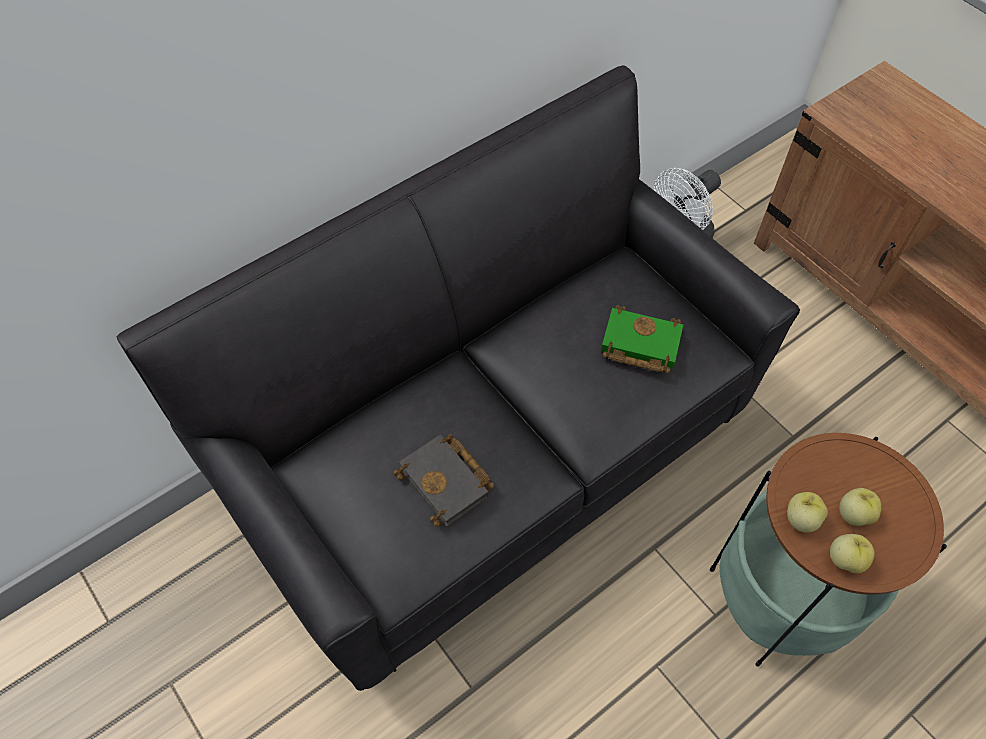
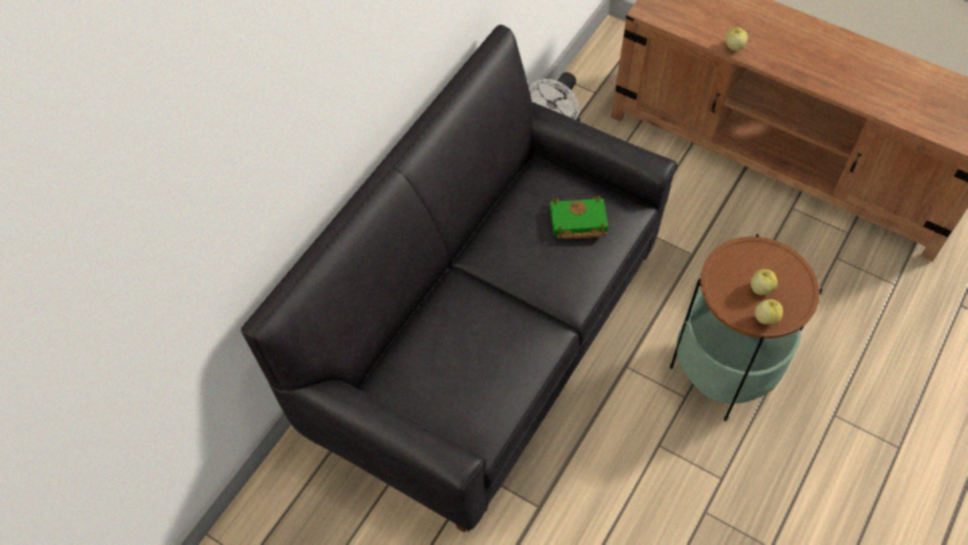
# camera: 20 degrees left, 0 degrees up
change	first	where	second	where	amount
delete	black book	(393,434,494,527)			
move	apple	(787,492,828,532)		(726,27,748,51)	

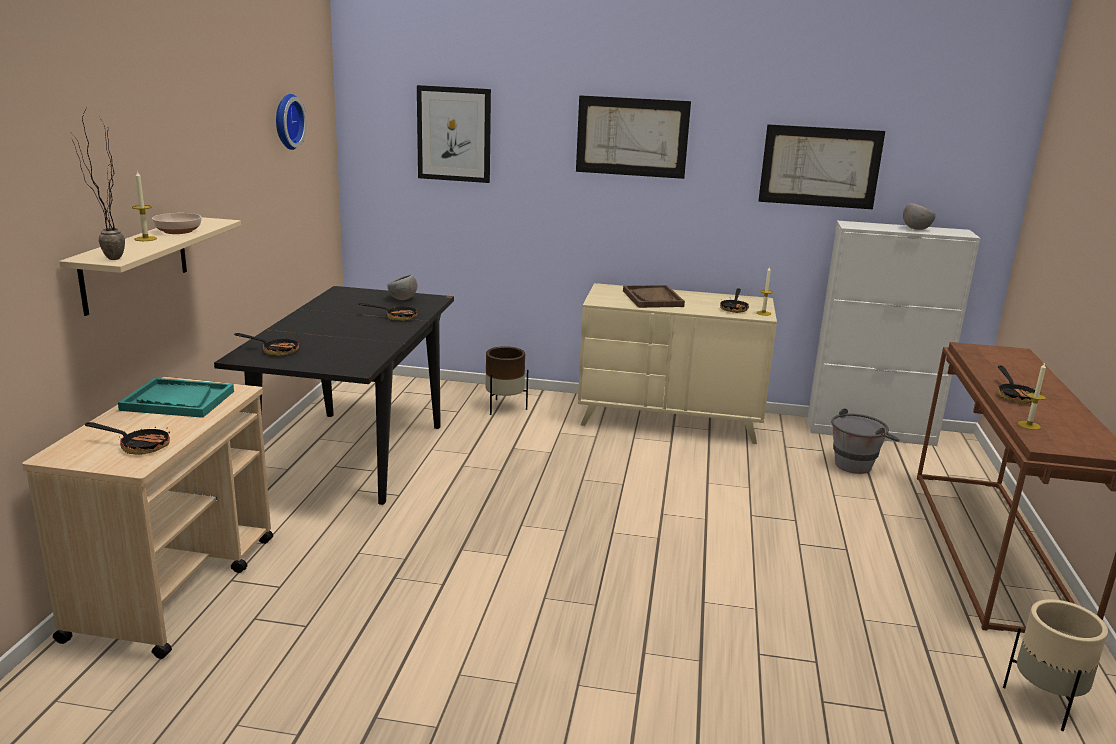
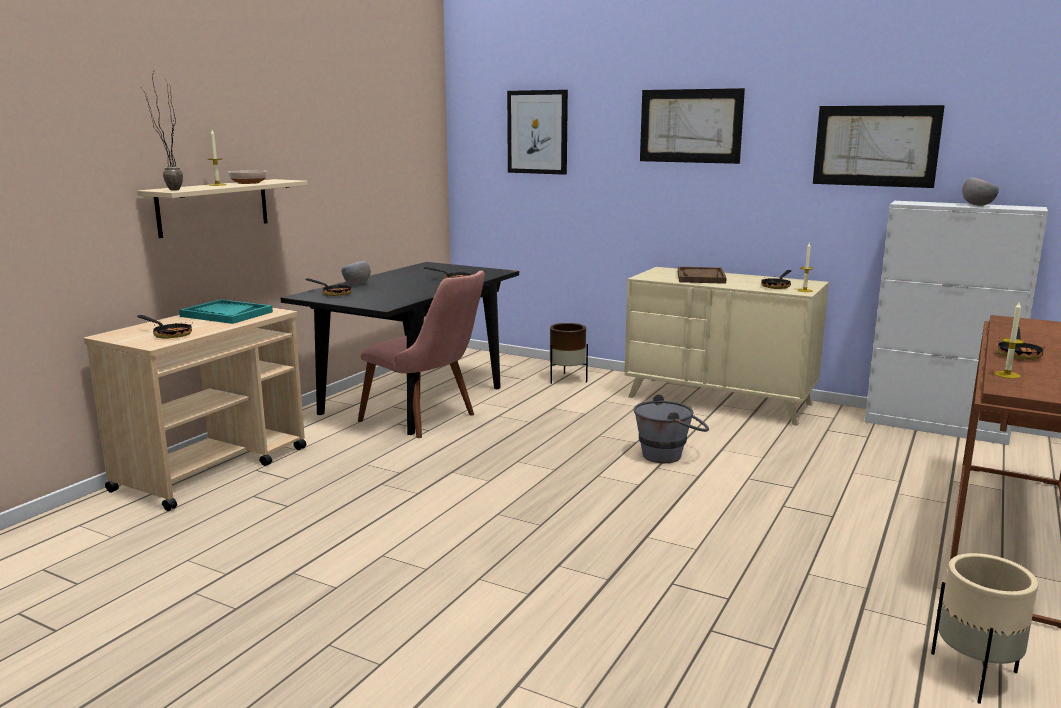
# camera: 20 degrees right, 5 degrees down
change	first	where	second	where	amount
delete	wall clock	(276,94,307,150)			
move	grey bowl	(387,274,417,300)		(341,261,371,285)	
move	grey bucket	(831,408,900,474)		(634,394,709,463)	
insert			pink chair	(358,270,485,438)	

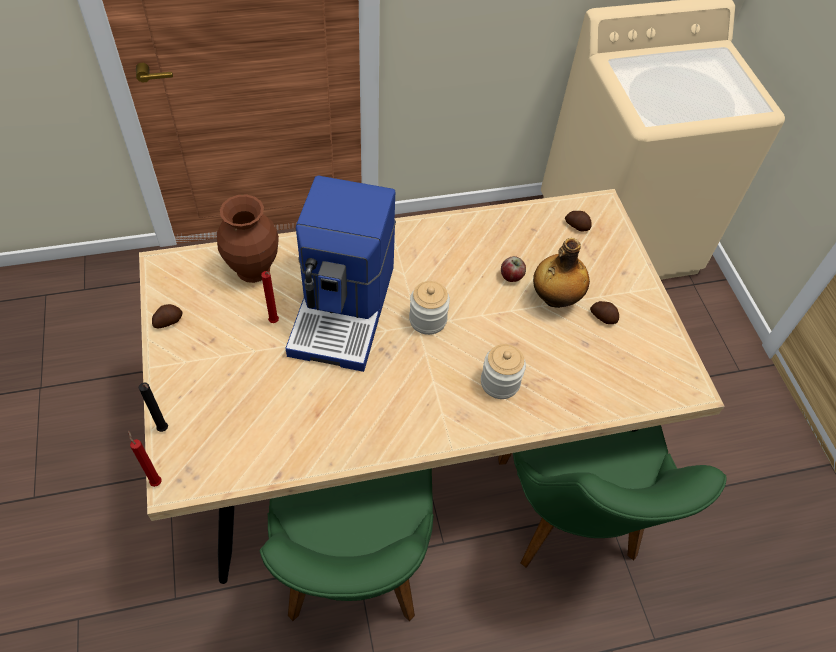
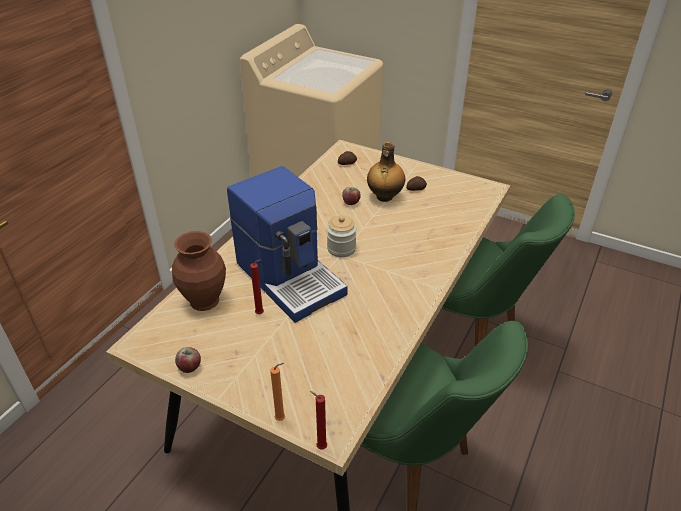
# camera: 45 degrees left, 15 degrees down
change	first	where	second	where	amount
recolor	black candle	(139,383,168,432)	orange candle	(270,363,285,421)	
replace	potato	(152,304,182,329)	apple	(175,347,201,373)	
delete	jar	(481,344,526,399)			

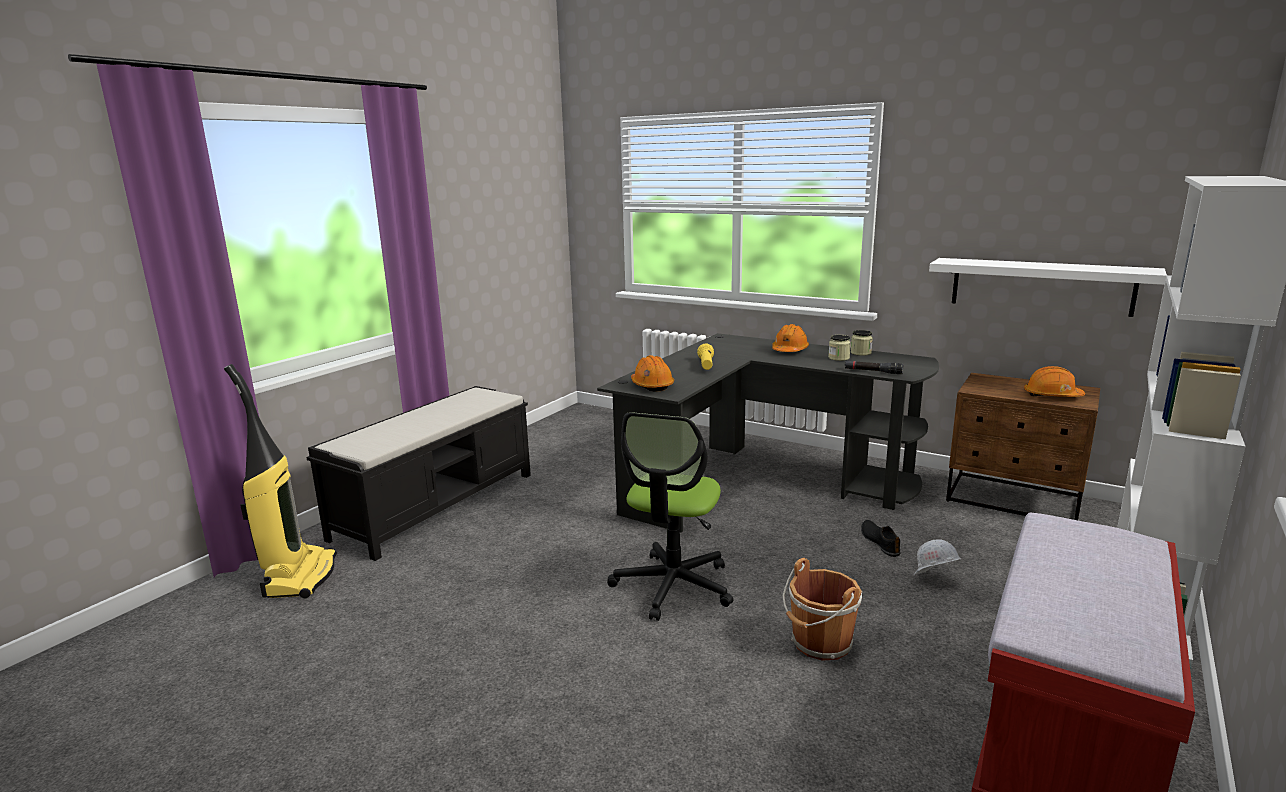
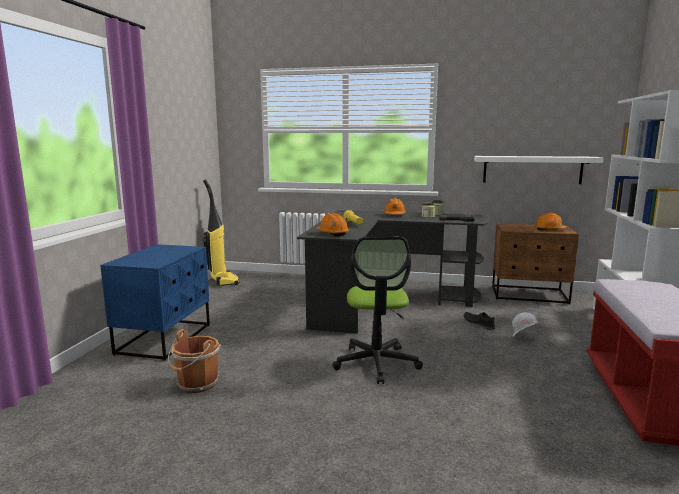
# camera: 20 degrees left, 5 degrees down
change	first	where	second	where	amount
move	vacuum cleaner	(224,364,337,598)		(203,179,239,286)	
replace	black bench	(306,386,531,561)	blue nightstand	(100,244,210,361)	
move	brown bucket	(782,558,862,661)		(168,329,221,393)	

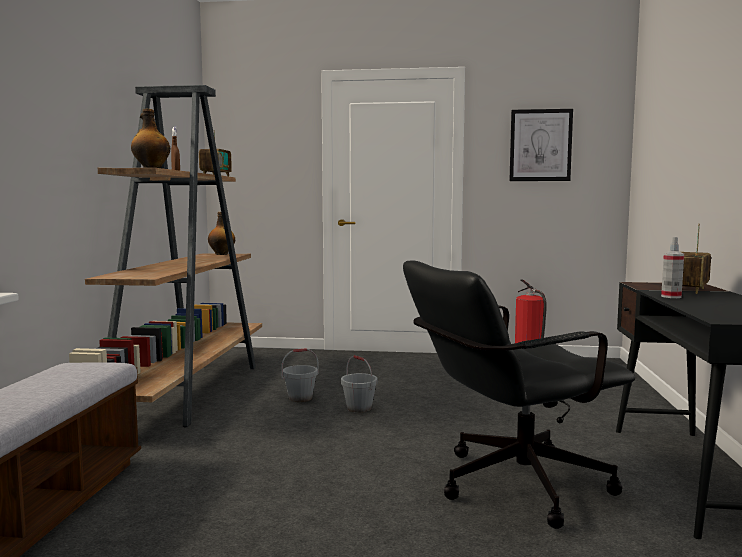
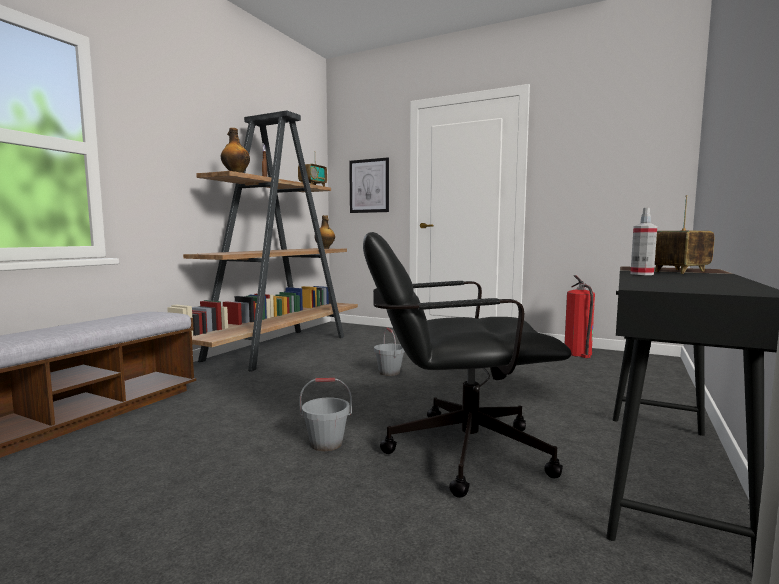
# camera: 20 degrees right, 0 degrees up
change	first	where	second	where	amount
move	grey bucket	(281,348,319,402)		(299,378,352,451)	
move	picture	(509,109,573,181)		(349,157,389,213)	

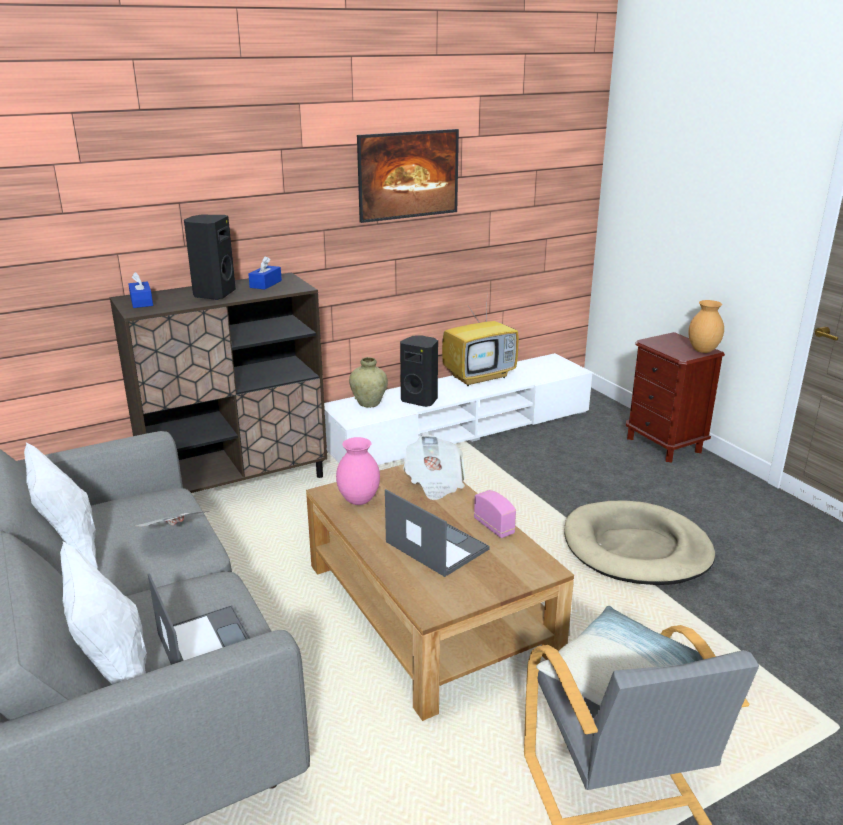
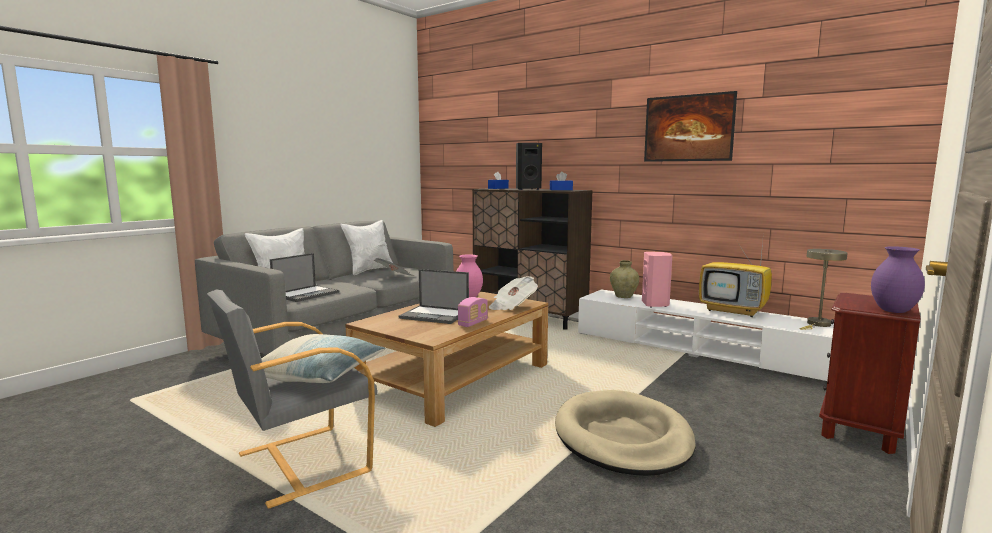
# camera: 65 degrees right, 15 degrees down
change	first	where	second	where	amount
rotate	laptop	(385,489,490,577)		(399,269,469,324)	90 degrees clockwise
recolor	black speaker	(400,335,438,407)	pink speaker	(642,252,672,307)	
recolor	brown vase	(688,300,724,353)	purple vase	(871,246,925,313)	
insert			beige table lamp	(800,249,848,330)	

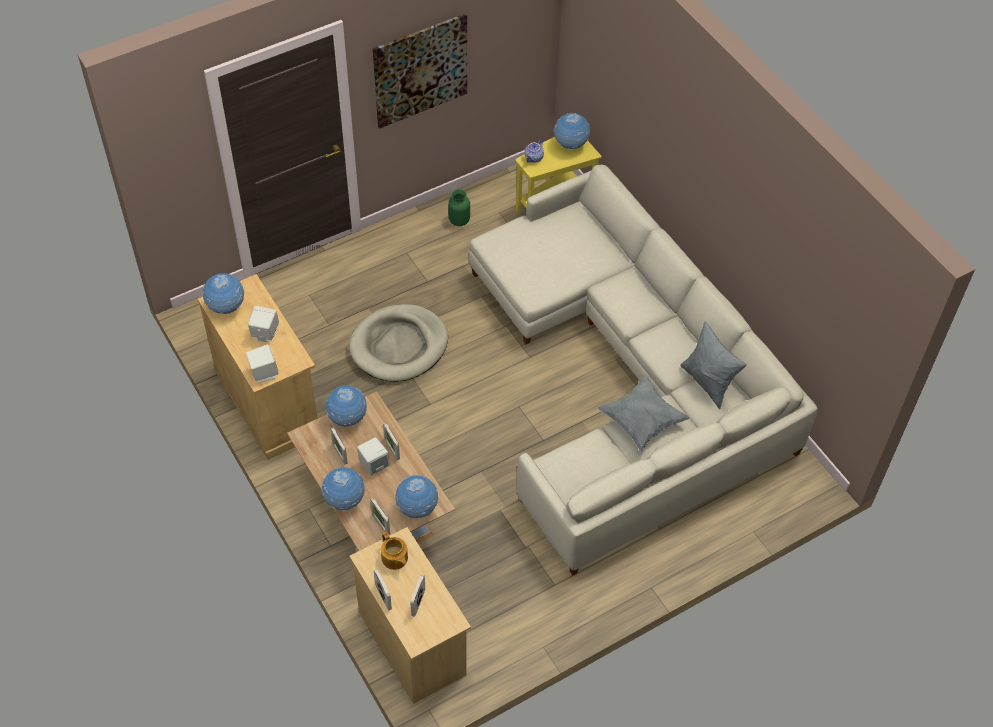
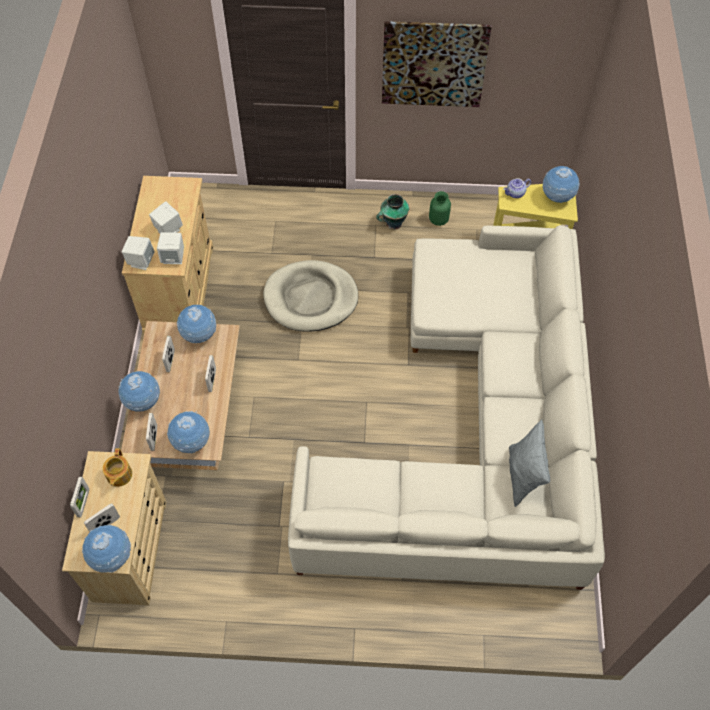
# camera: 35 degrees right, 5 degrees up
change	first	where	second	where	amount
move	globe	(203,273,244,314)		(82,525,131,573)	
move	beige speaker	(357,437,390,476)		(157,232,184,264)	
delete	grey pillow	(598,377,690,451)			
insert			vase	(376,194,409,230)	

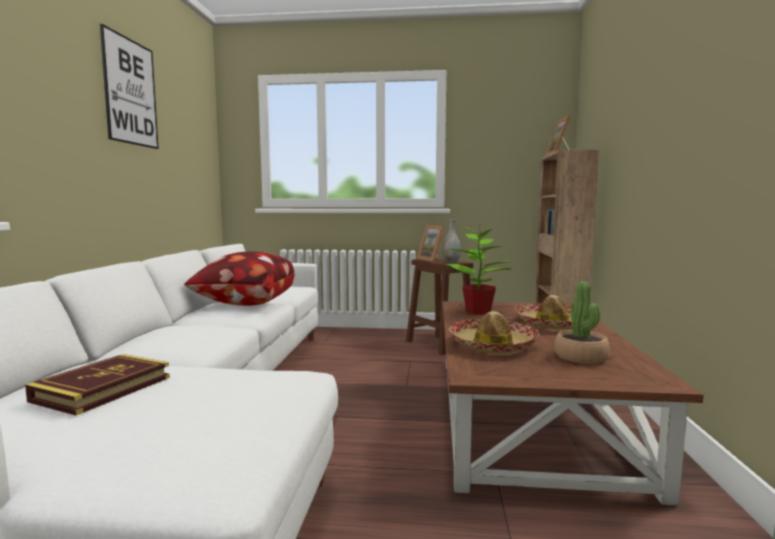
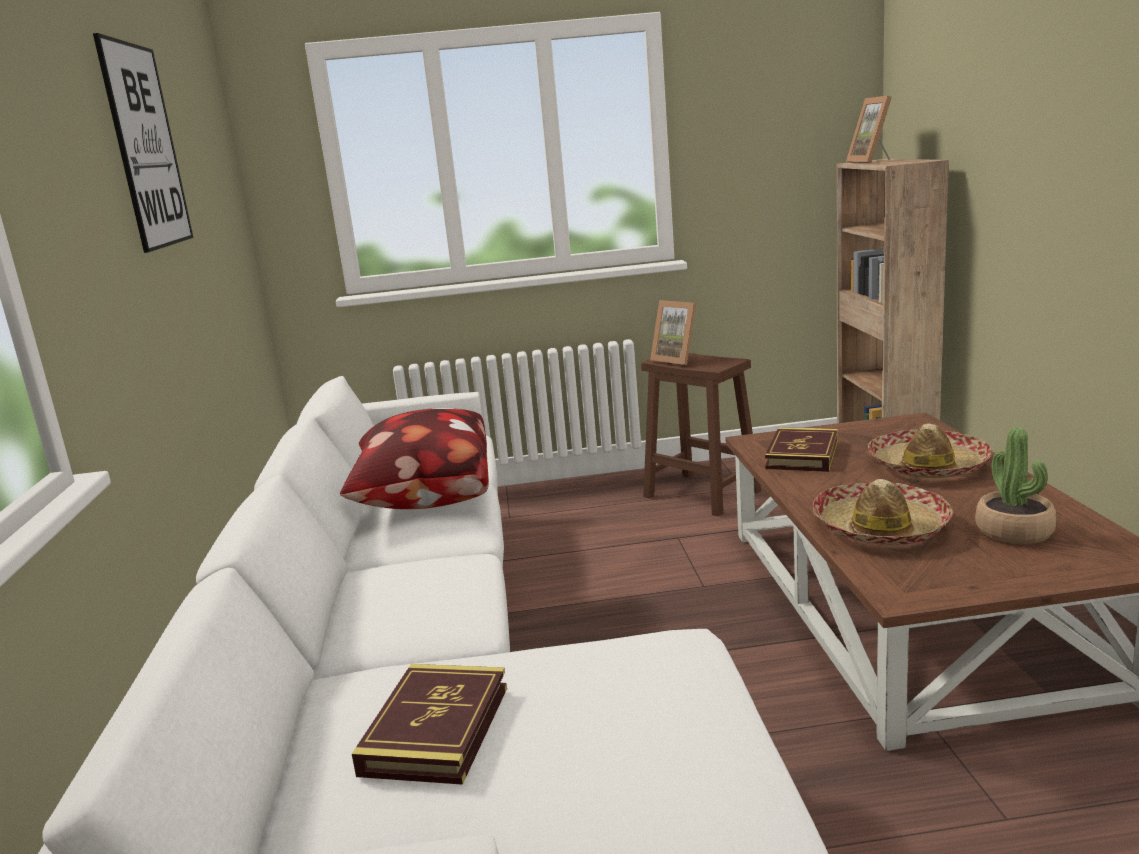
# camera: 10 degrees left, 10 degrees up
change	first	where	second	where	amount
delete	grey vase	(442,219,461,263)			
replace	potted plant	(446,223,512,315)	book	(765,427,838,472)	

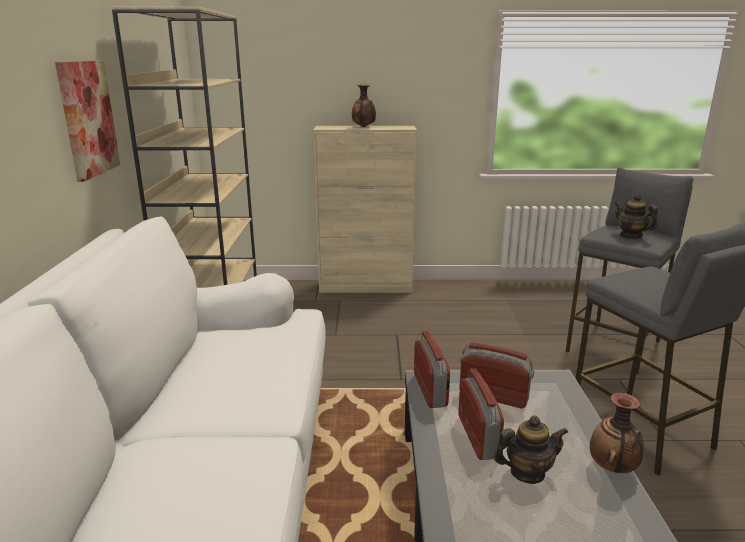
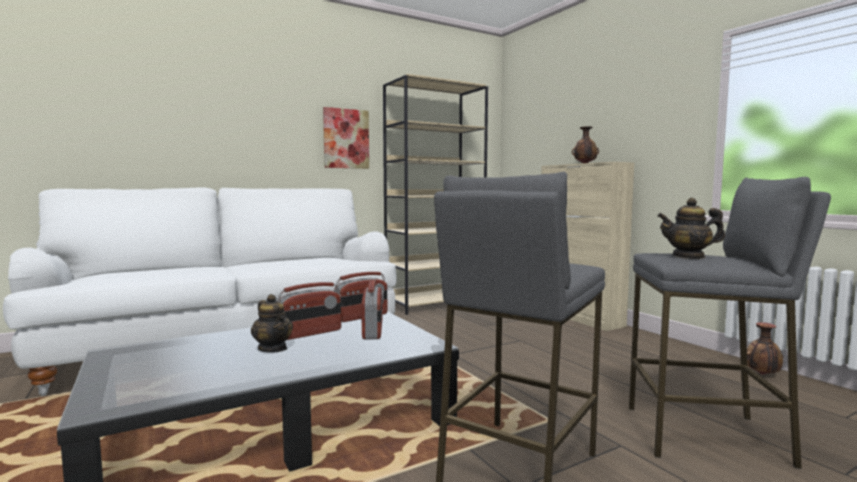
# camera: 60 degrees right, 15 degrees down
change	first	where	second	where	amount
move	vase	(590,393,643,473)		(747,322,783,375)	
rotate	teapot	(614,194,658,239)		(657,198,725,259)	105 degrees counterclockwise

